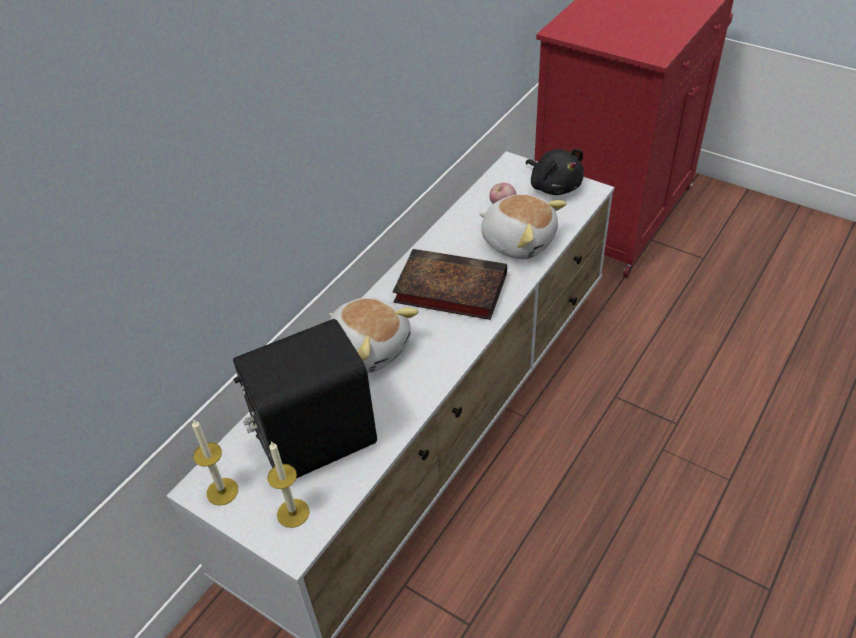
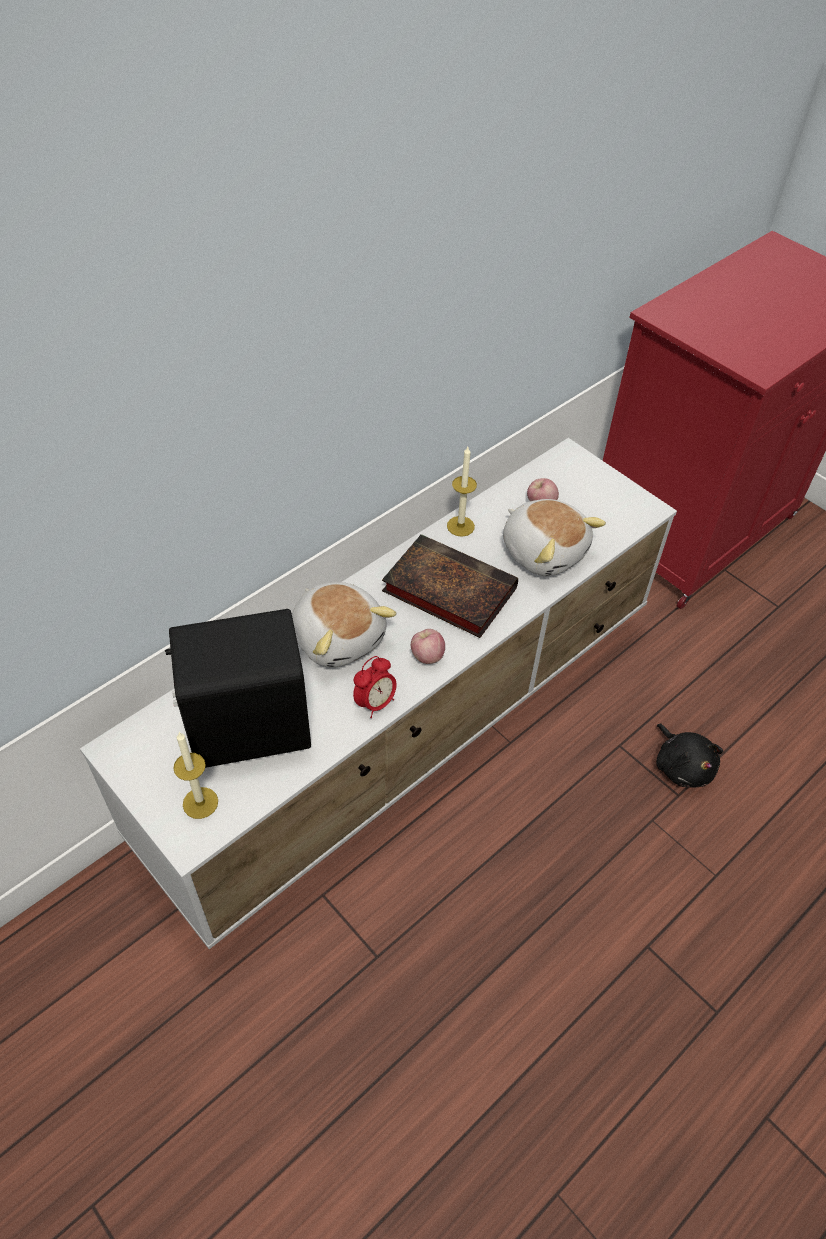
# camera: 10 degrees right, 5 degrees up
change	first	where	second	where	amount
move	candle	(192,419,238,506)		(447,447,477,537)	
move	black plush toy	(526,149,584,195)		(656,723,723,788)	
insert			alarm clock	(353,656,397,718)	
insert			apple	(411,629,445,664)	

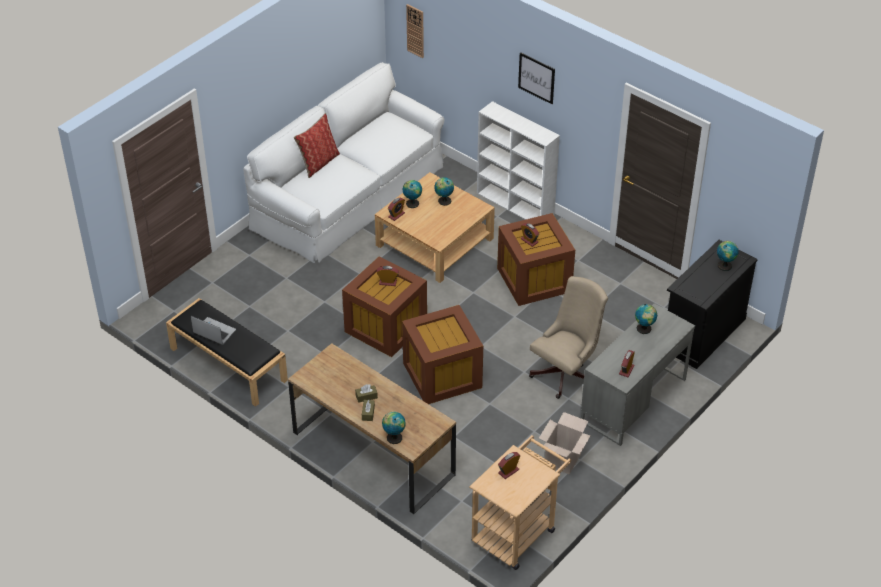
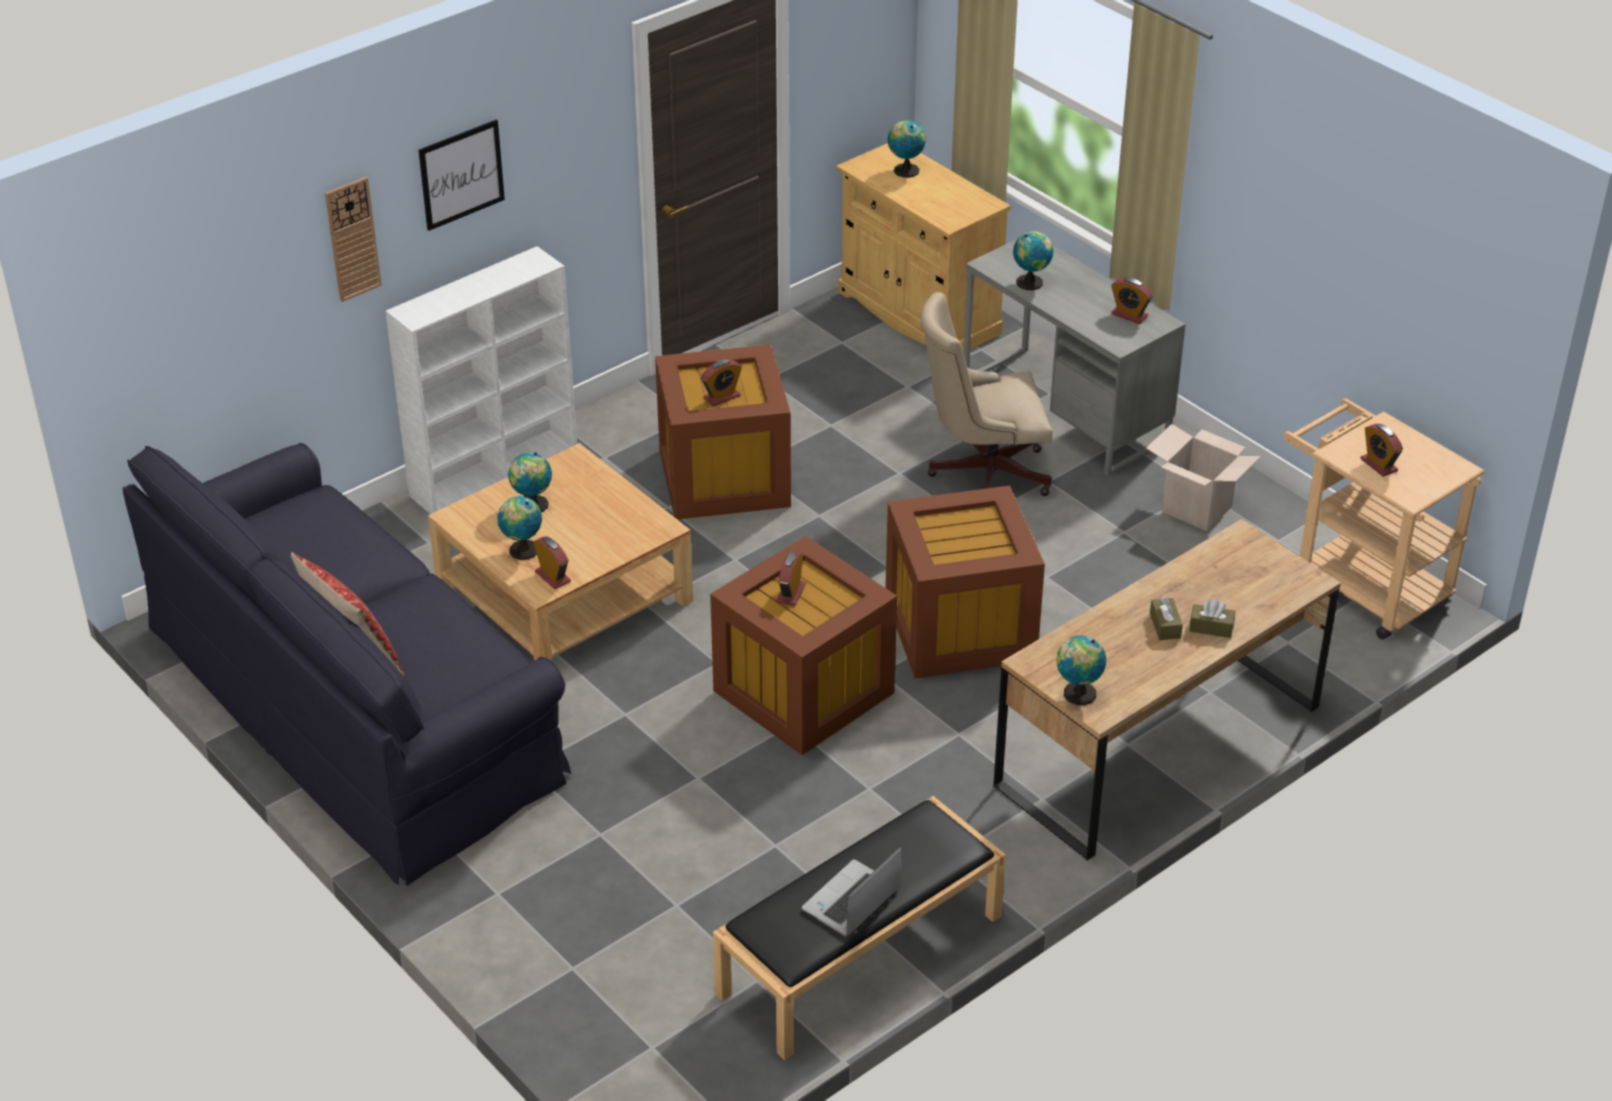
# camera: 80 degrees left, 5 degrees down
change	first	where	second	where	amount
recolor	white sofa	(243,62,444,263)	black sofa	(123,443,571,886)	
move	globe	(382,411,406,444)		(1056,636,1106,705)	
move	wall clock	(406,4,424,58)		(325,177,382,302)	
rotate	beige office chair	(529,276,608,399)		(920,292,1052,496)	60 degrees counterclockwise
recolor	black cabinet	(667,240,758,369)	beige cabinet	(836,143,1011,353)	

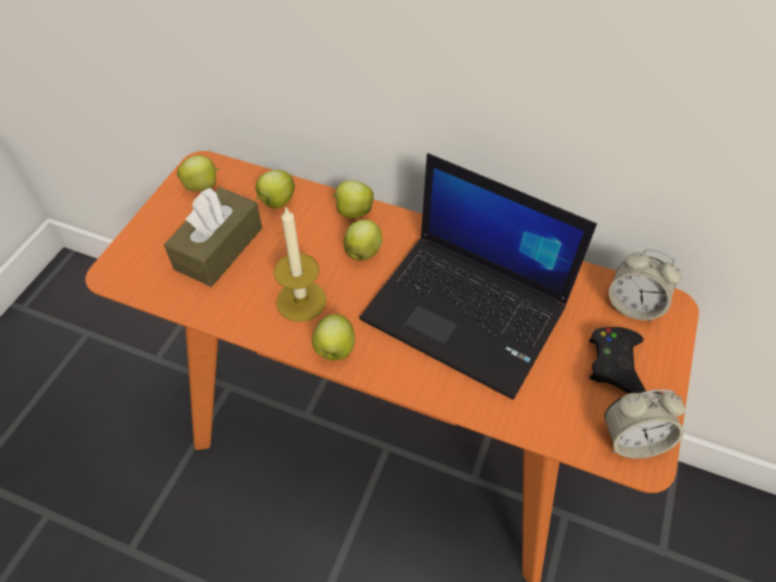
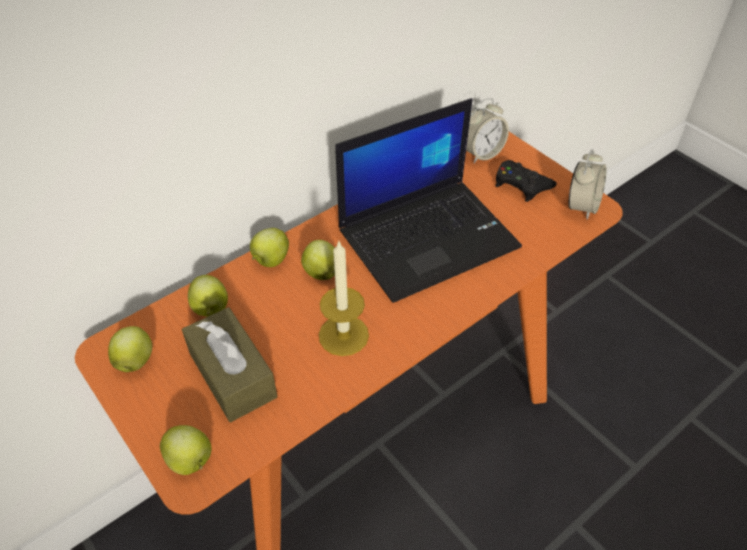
# camera: 60 degrees left, 5 degrees down
change	first	where	second	where	amount
move	apple	(312,314,355,360)		(160,425,211,475)	

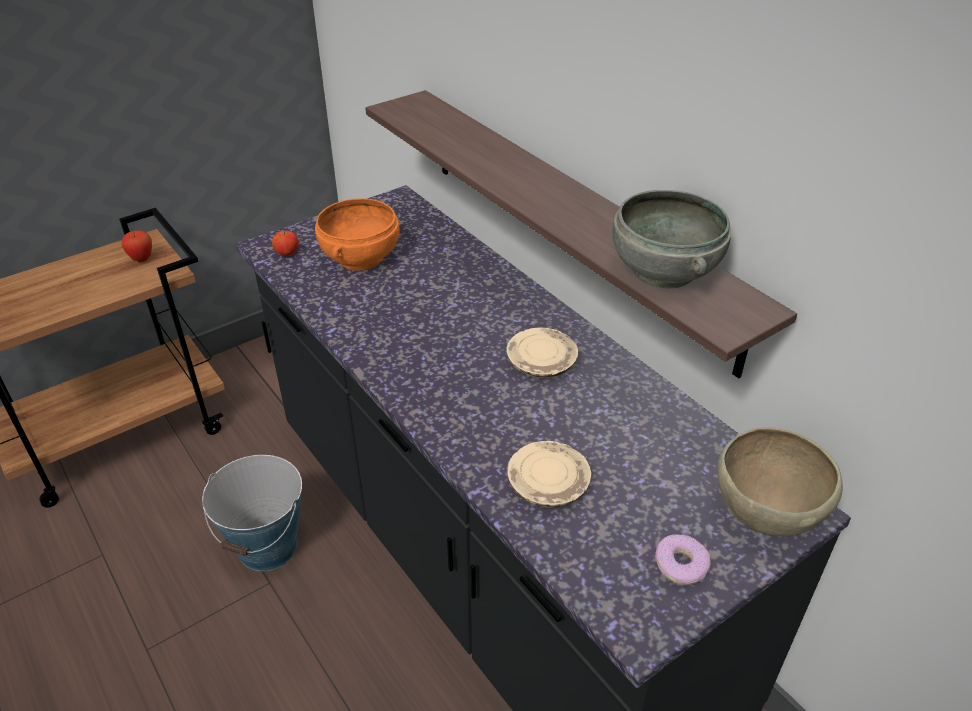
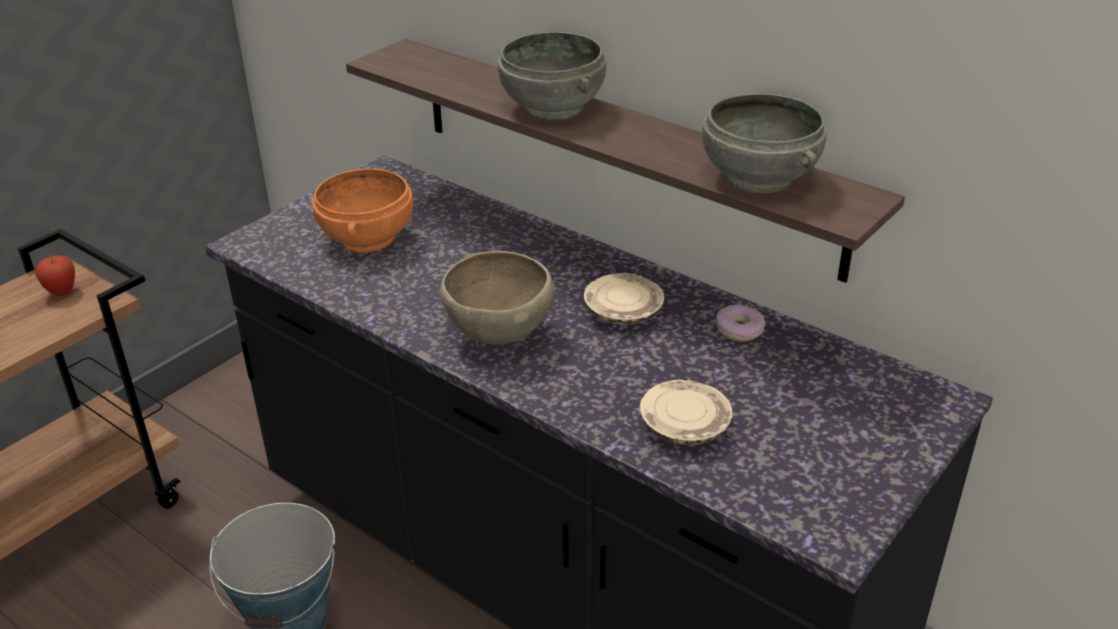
# camera: 15 degrees left, 5 degrees down
change	first	where	second	where	amount
delete	apple	(272,231,299,256)			
move	donut	(655,534,711,585)		(716,304,765,342)	
move	brown bowl	(718,427,843,536)		(440,251,554,344)	
insert			grey bowl	(498,32,606,120)	

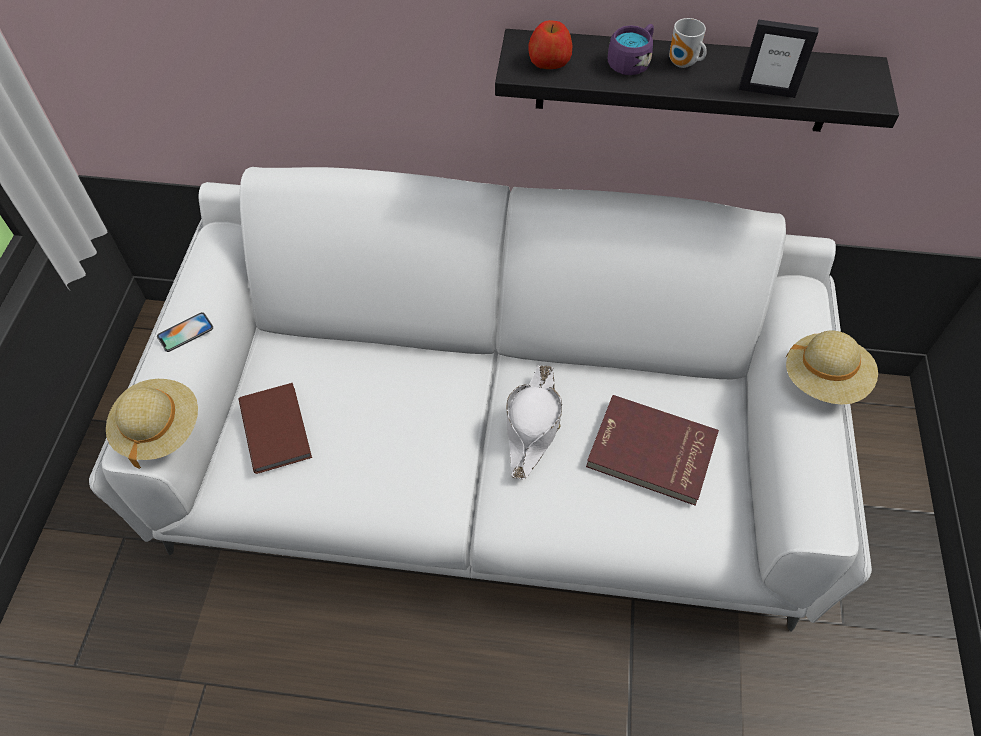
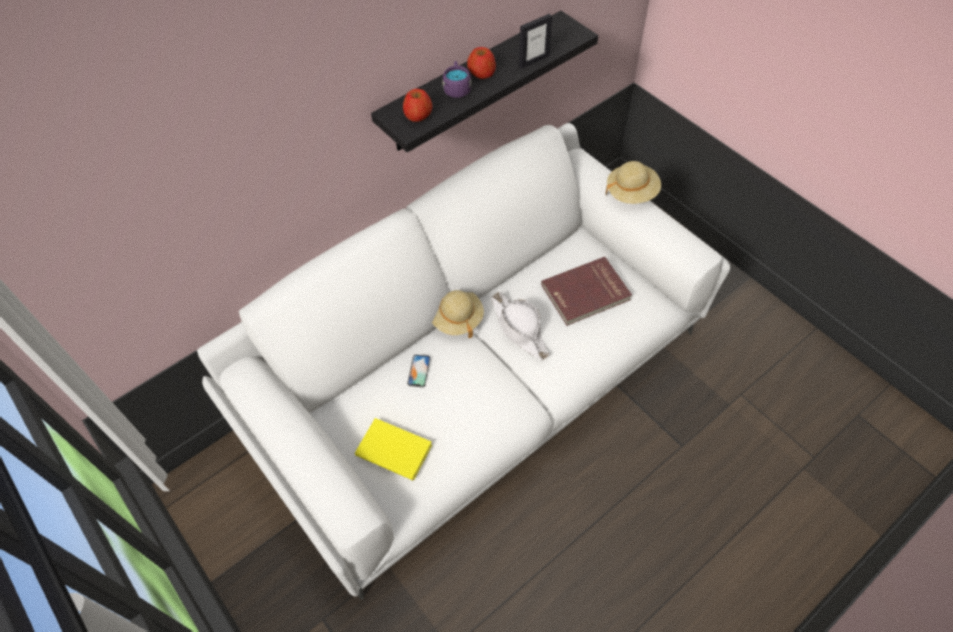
# camera: 45 degrees left, 0 degrees up
change	first	where	second	where	amount
move	beige hat	(106,379,198,469)		(432,290,484,338)	
move	phone	(157,312,213,352)		(407,354,431,388)	
recolor	brown book	(238,383,312,474)	yellow book	(355,418,432,481)	
replace	mug	(669,18,707,68)	apple	(467,47,496,79)	

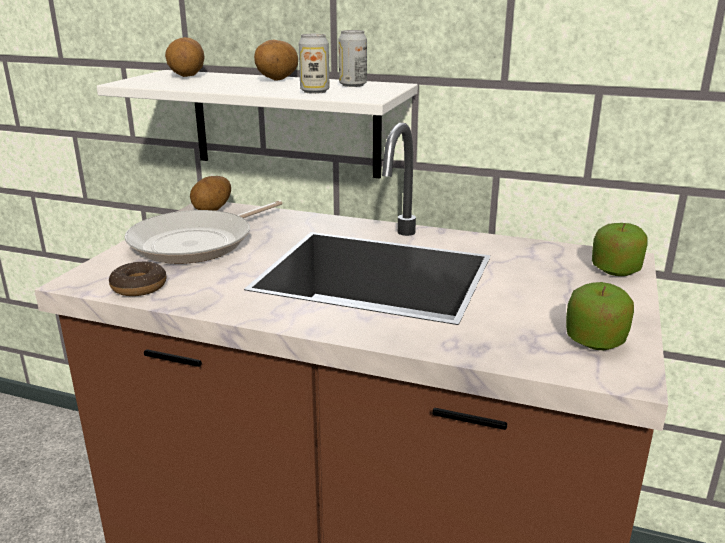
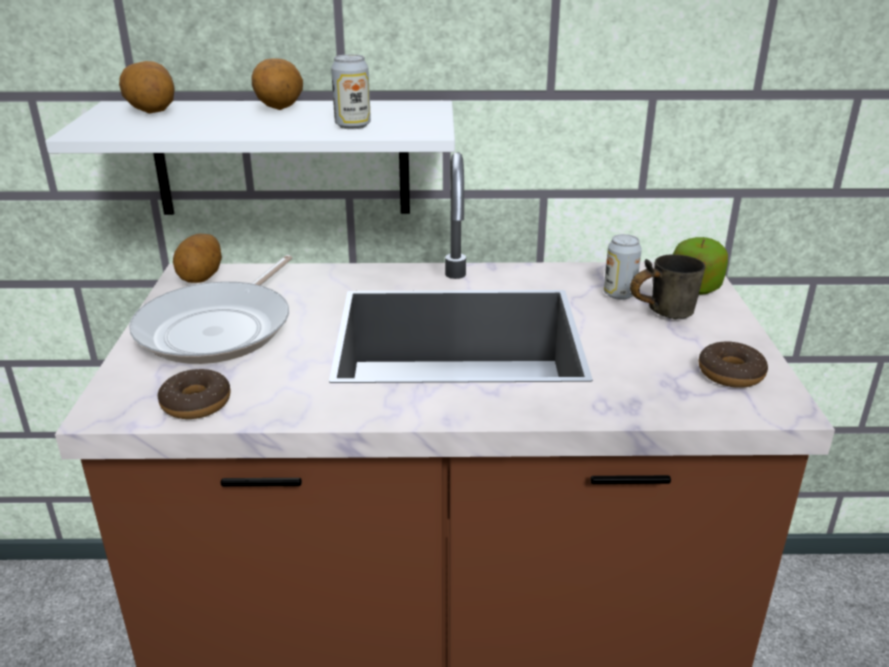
# camera: 20 degrees left, 5 degrees up
change	first	where	second	where	amount
move	can	(339,30,367,87)		(604,234,642,300)	
replace	apple	(566,282,634,350)	donut	(698,342,768,388)	
insert			grey mug	(630,254,705,319)	

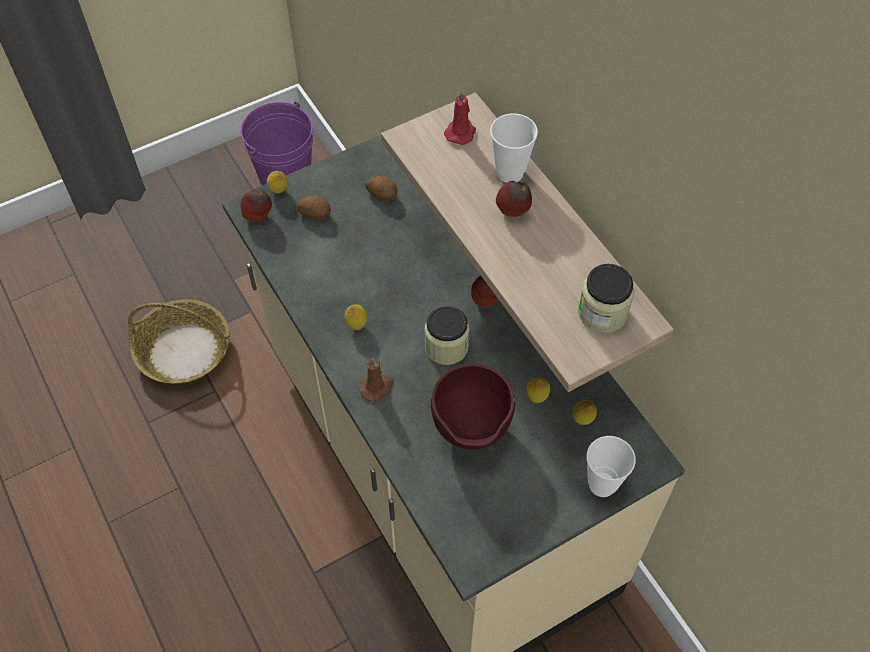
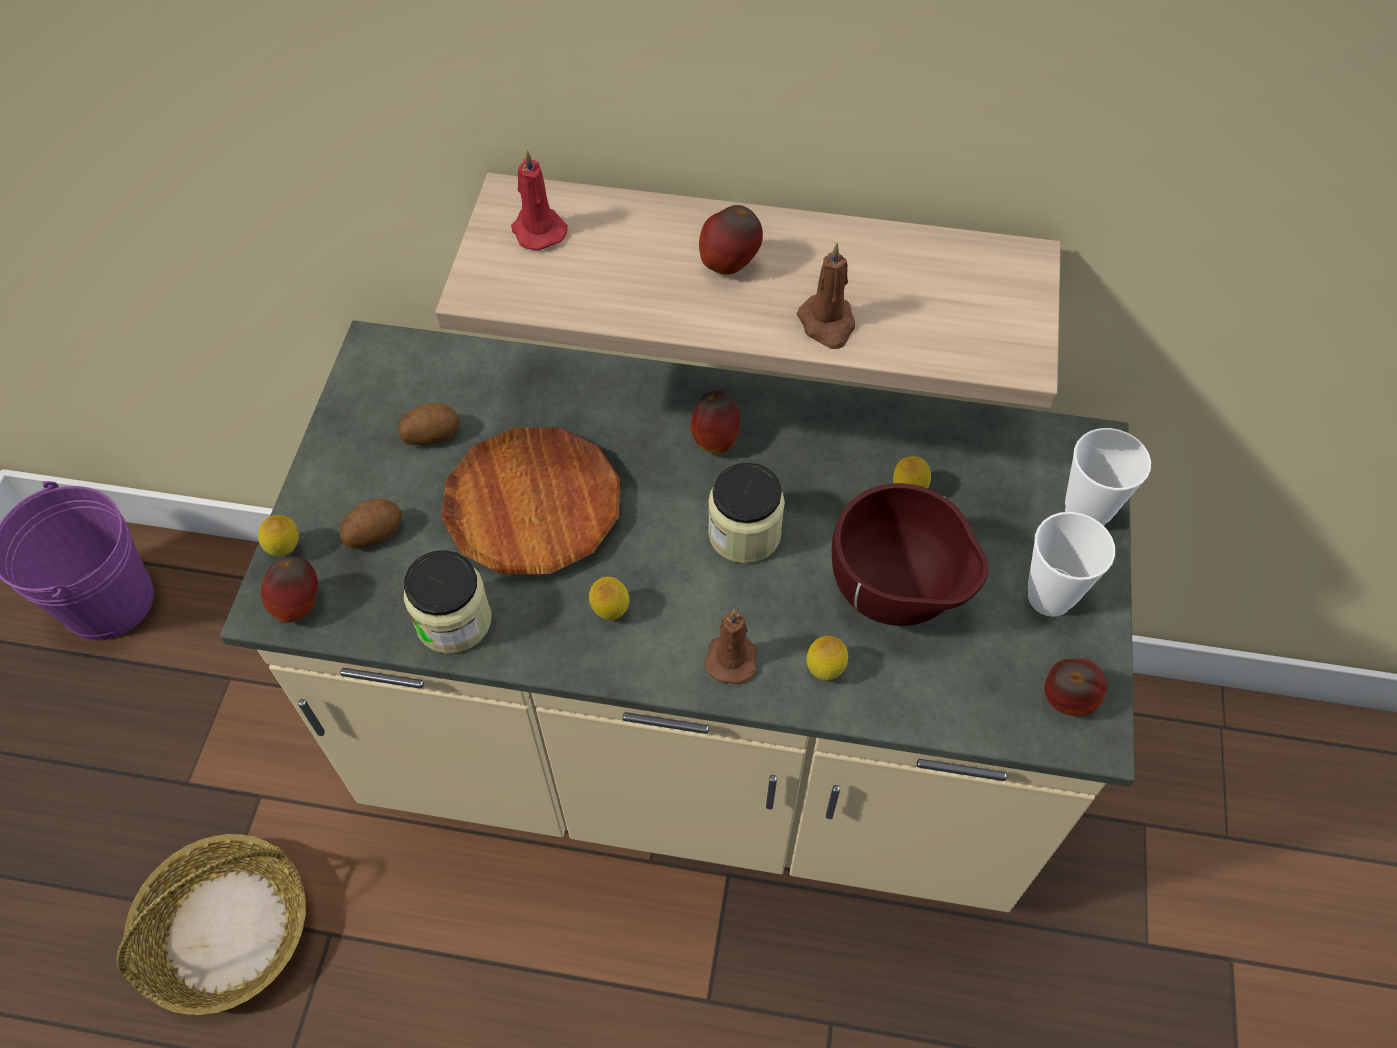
# camera: 50 degrees left, 0 degrees up
change	first	where	second	where	amount
move	cup	(490,113,538,183)		(1028,512,1115,617)	
move	lemon	(573,400,597,425)		(806,636,848,681)	
move	jar	(578,264,634,333)		(404,550,491,654)	
insert			brown plate	(441,427,620,574)	
insert			brown candle	(797,243,855,349)	
insert			apple	(1044,659,1107,716)	

